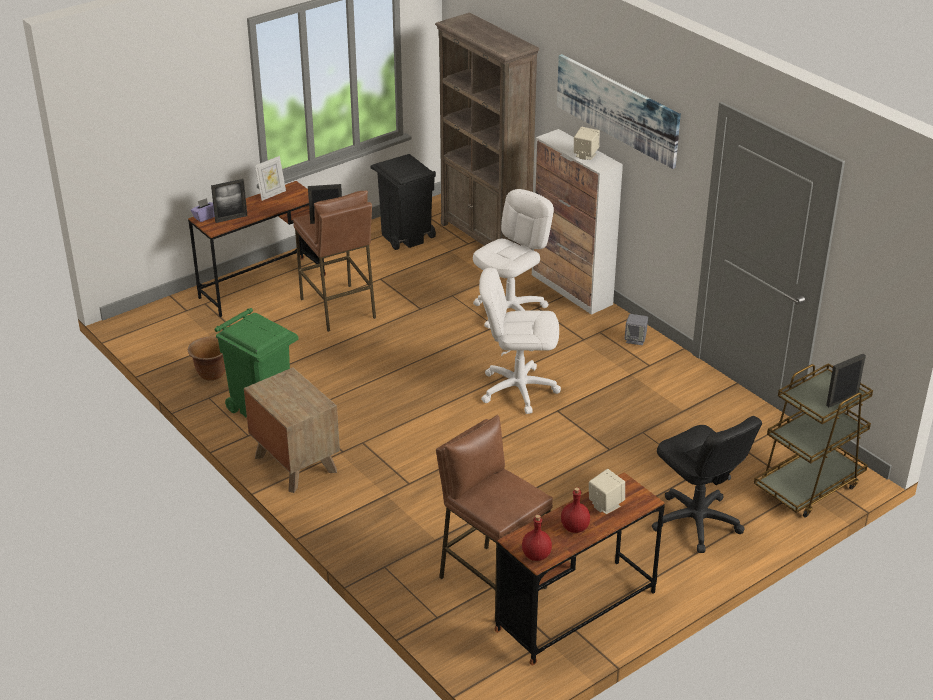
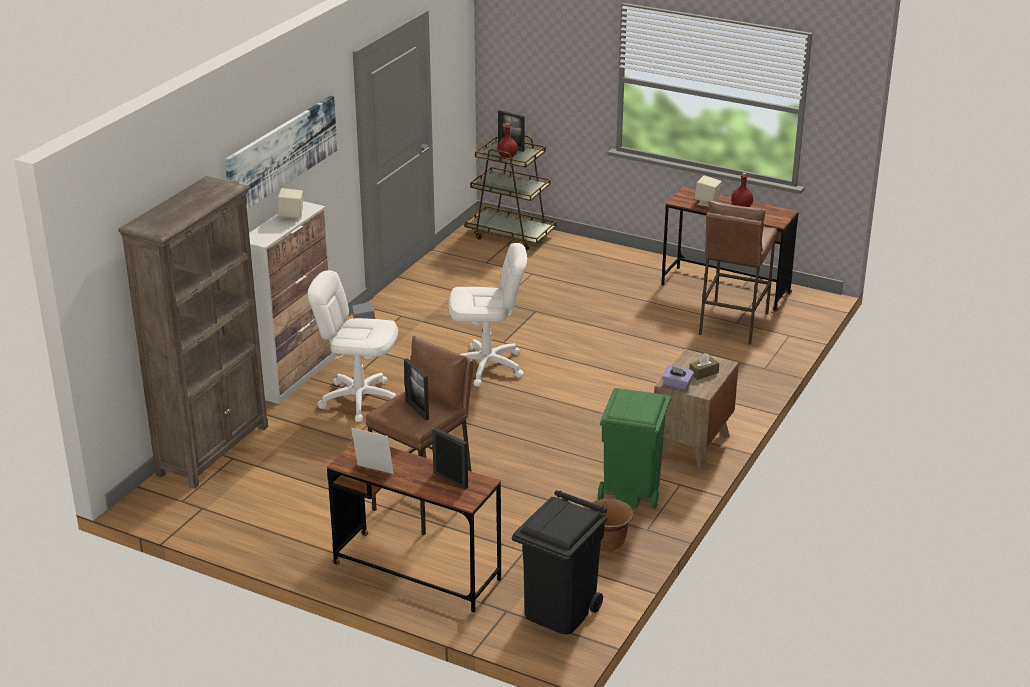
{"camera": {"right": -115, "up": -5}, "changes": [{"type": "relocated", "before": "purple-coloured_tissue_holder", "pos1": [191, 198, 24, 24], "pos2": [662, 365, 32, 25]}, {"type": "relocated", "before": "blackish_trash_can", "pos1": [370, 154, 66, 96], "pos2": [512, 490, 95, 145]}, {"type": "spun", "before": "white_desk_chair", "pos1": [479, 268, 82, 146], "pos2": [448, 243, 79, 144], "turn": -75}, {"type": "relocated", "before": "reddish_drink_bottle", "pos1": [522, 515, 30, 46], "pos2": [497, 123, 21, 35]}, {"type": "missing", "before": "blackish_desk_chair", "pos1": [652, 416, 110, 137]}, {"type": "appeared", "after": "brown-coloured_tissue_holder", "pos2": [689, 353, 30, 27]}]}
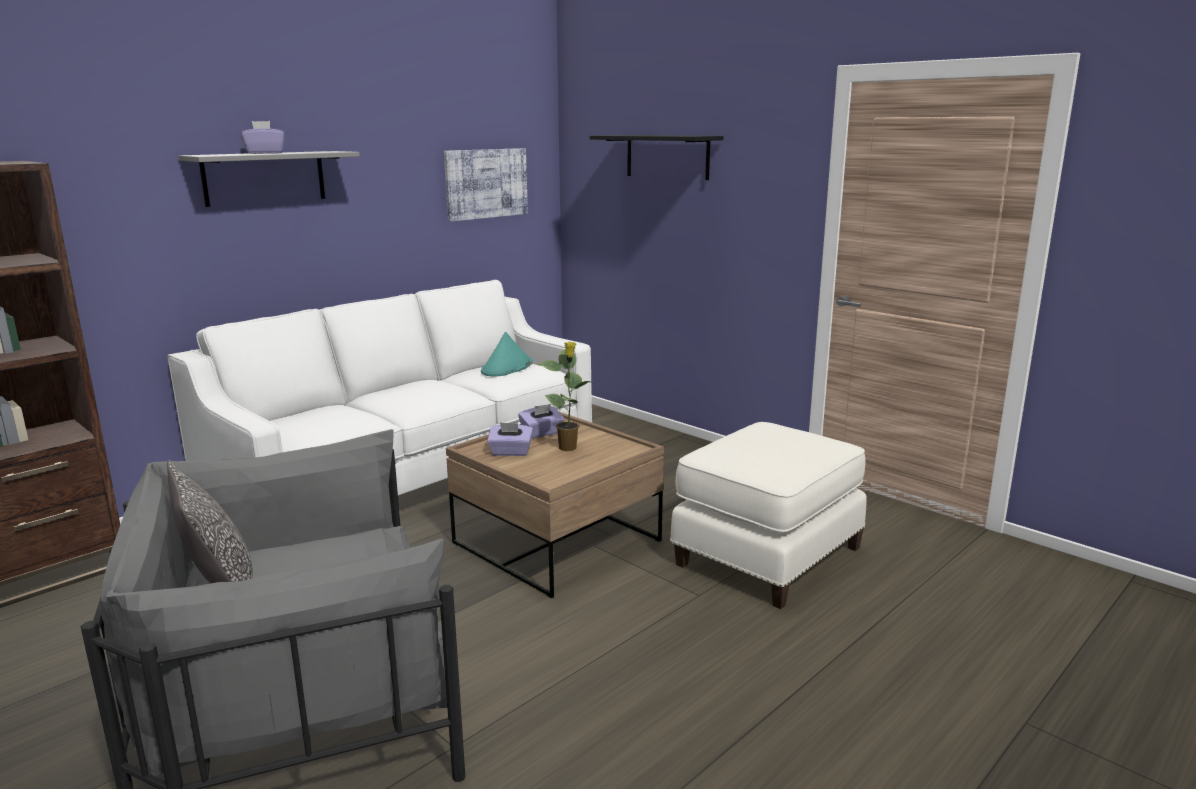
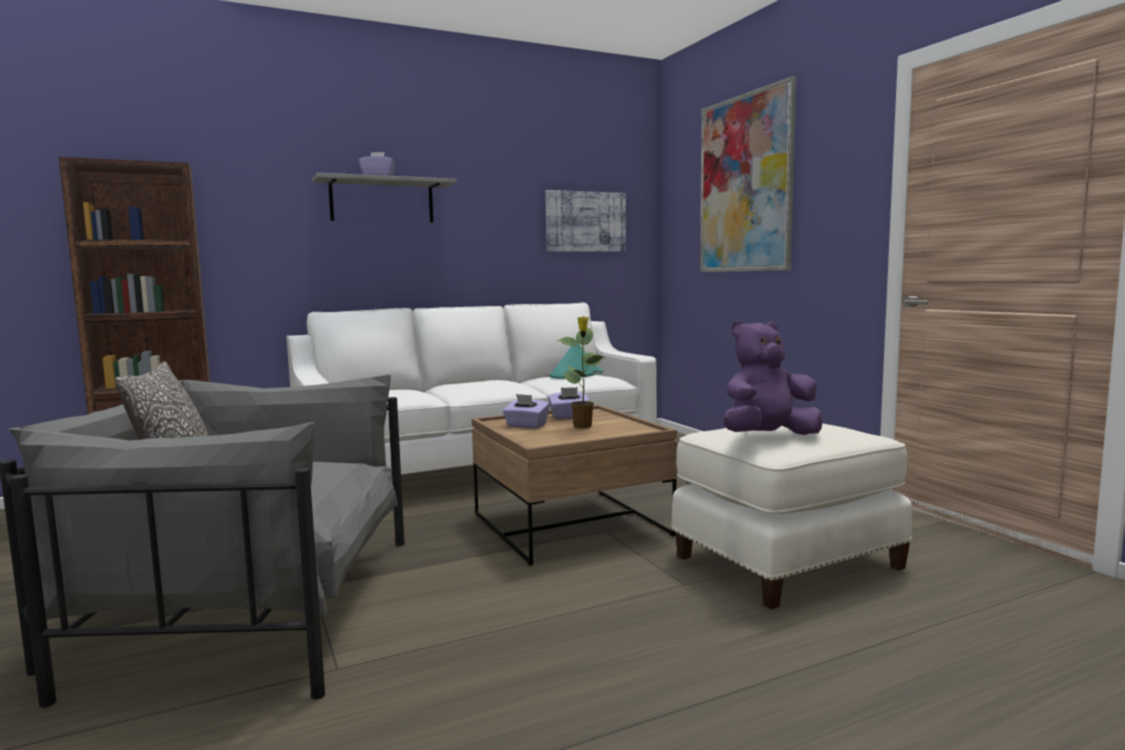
{"camera": {"right": 20, "up": -10}, "changes": [{"type": "exchanged", "before": "blackish_bracket_shelf", "after": "wall_art", "pos1": [590, 135, 133, 45], "pos2": [700, 76, 96, 196]}, {"type": "appeared", "after": "purple-coloured_soft_toy", "pos2": [723, 321, 100, 114]}]}
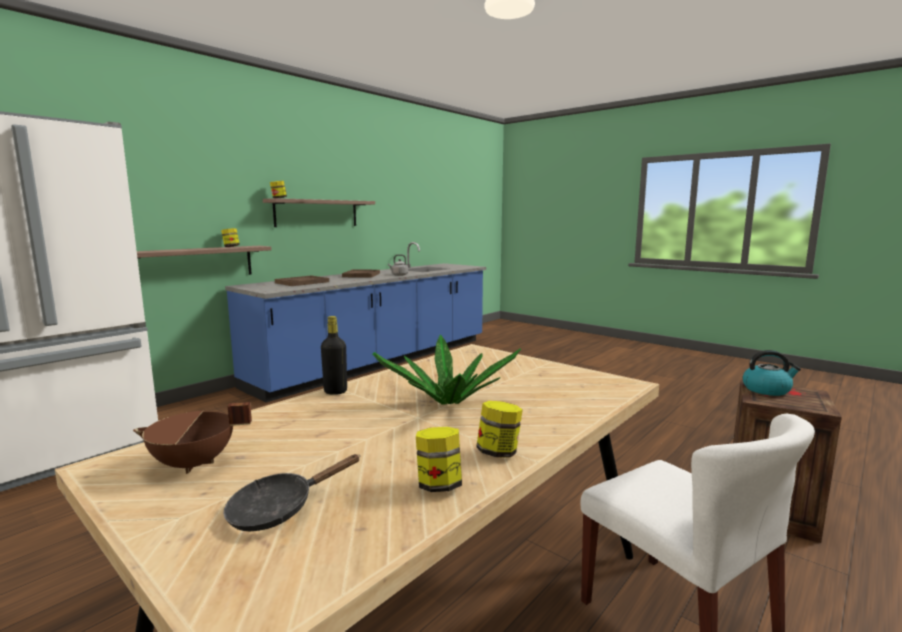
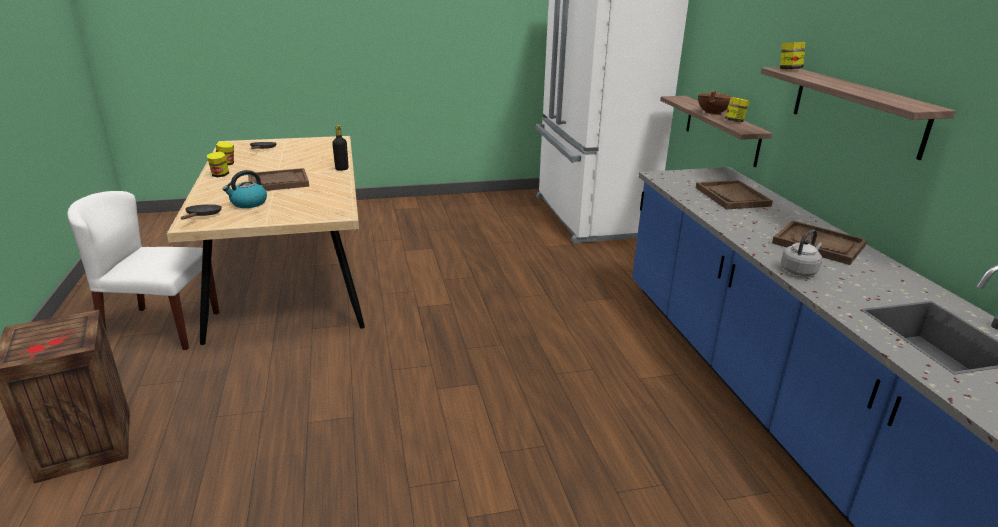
{"camera": {"right": 125, "up": 15}, "changes": [{"type": "relocated", "before": "brown-coloured_saucepot", "pos1": [133, 402, 119, 72], "pos2": [698, 91, 34, 25]}, {"type": "exchanged", "before": "houseplant", "after": "brown-coloured_serving_tray", "pos1": [373, 334, 148, 71], "pos2": [248, 168, 61, 23]}, {"type": "relocated", "before": "kettle", "pos1": [742, 350, 59, 46], "pos2": [223, 170, 44, 38]}, {"type": "appeared", "after": "blackish_frying_pan", "pos2": [181, 204, 41, 16]}]}
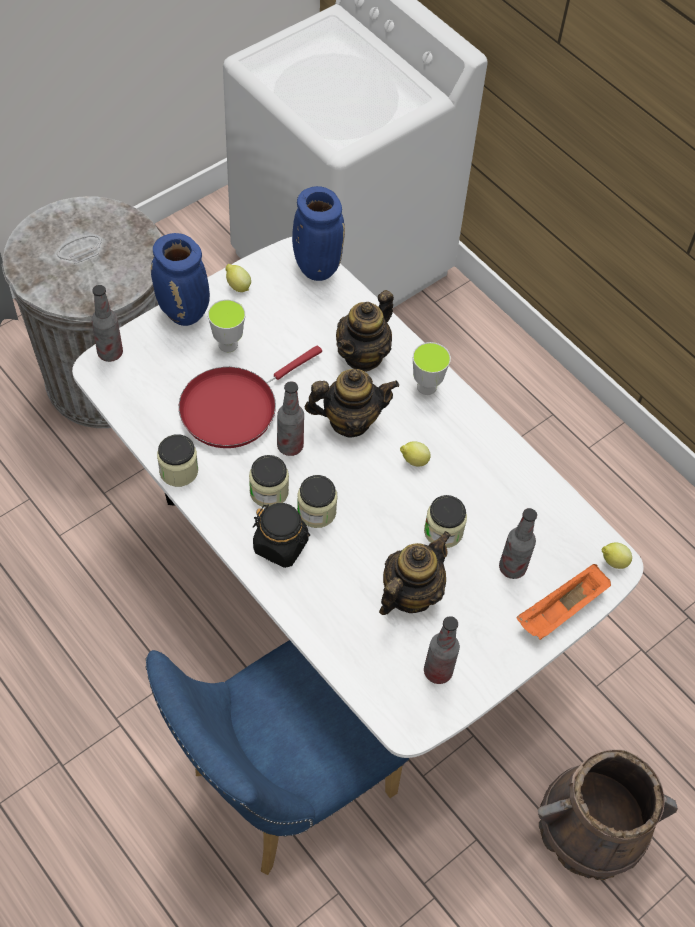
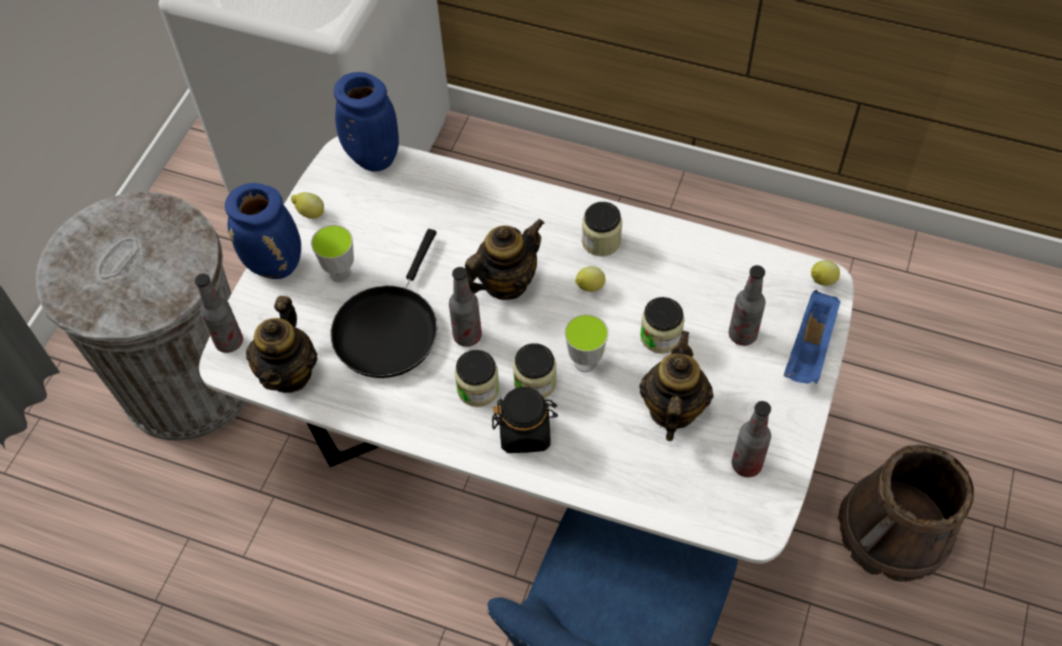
{"camera": {"right": -25, "up": 0}, "changes": [{"type": "relocated", "before": "storage_jar", "pos1": [157, 434, 41, 53], "pos2": [582, 202, 40, 54]}, {"type": "colour", "before": "reddish_frying_pan", "after": "blackish_frying_pan", "pos1": [179, 345, 143, 103], "pos2": [330, 229, 107, 149]}, {"type": "relocated", "before": "tea_pot", "pos1": [336, 290, 58, 82], "pos2": [246, 296, 71, 97]}, {"type": "relocated", "before": "small_cup", "pos1": [413, 342, 38, 53], "pos2": [564, 314, 45, 58]}, {"type": "colour", "before": "orange-coloured_serving_tray", "after": "blue_serving_tray", "pos1": [517, 564, 94, 76], "pos2": [784, 290, 57, 94]}]}
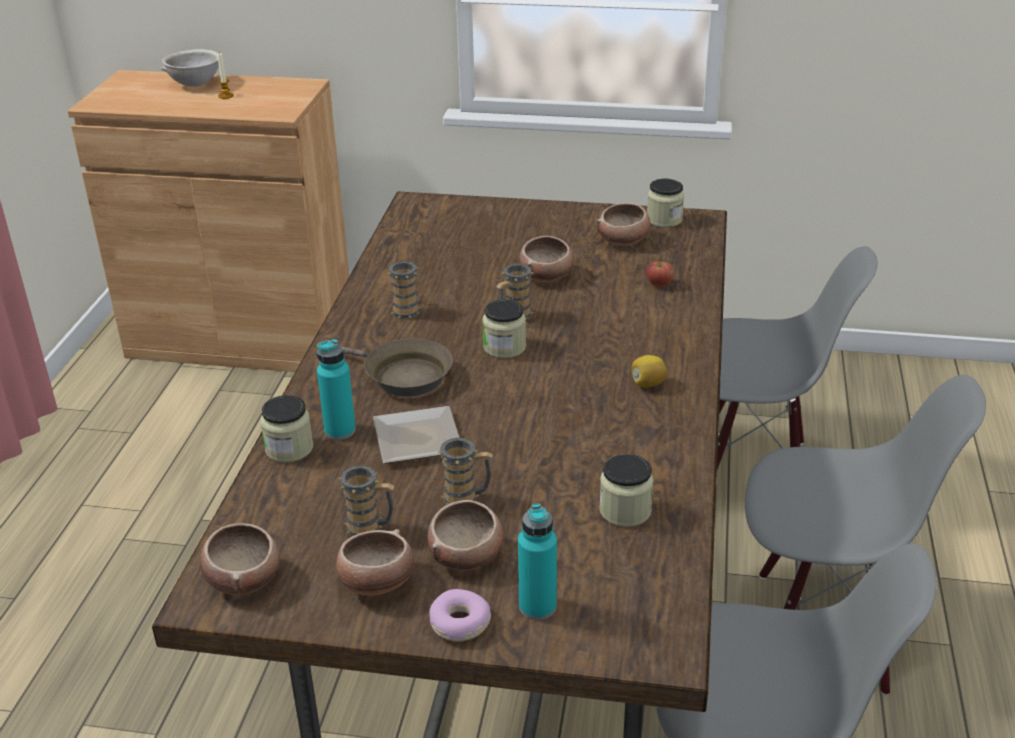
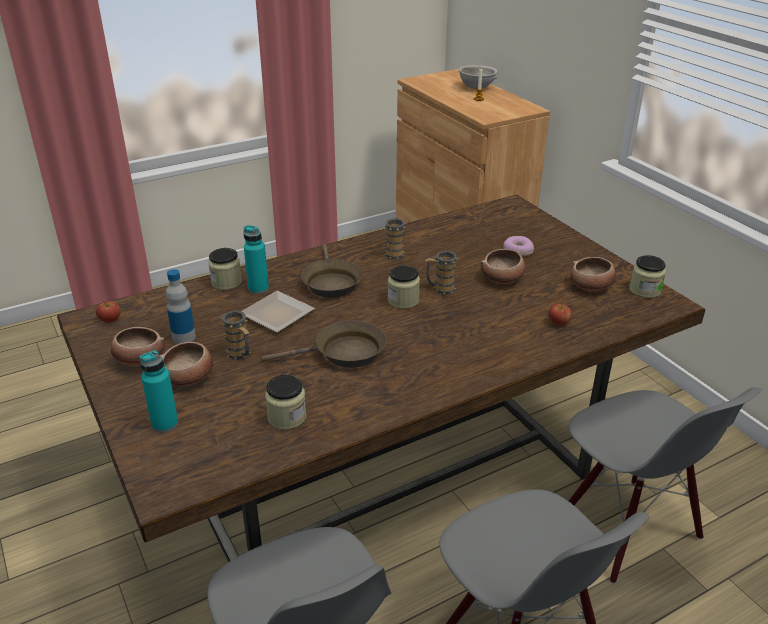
{"camera": {"right": 50, "up": 0}, "changes": [{"type": "exchanged", "before": "bowl", "after": "whole_apple", "pos1": [200, 523, 80, 72], "pos2": [96, 301, 25, 22]}, {"type": "exchanged", "before": "coffee_mug", "after": "drink_bottle", "pos1": [338, 465, 56, 71], "pos2": [166, 269, 30, 75]}, {"type": "relocated", "before": "donut", "pos1": [429, 589, 62, 52], "pos2": [503, 236, 31, 20]}, {"type": "missing", "before": "whole_lemon", "pos1": [632, 355, 35, 32]}, {"type": "appeared", "after": "brown-coloured_frying_pan", "pos2": [262, 320, 124, 48]}]}
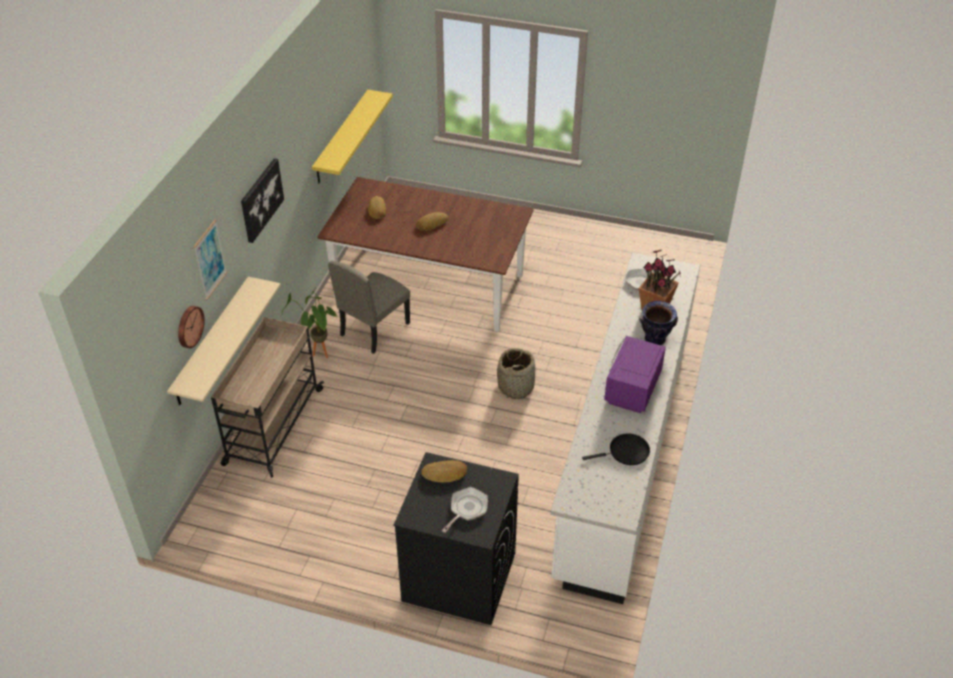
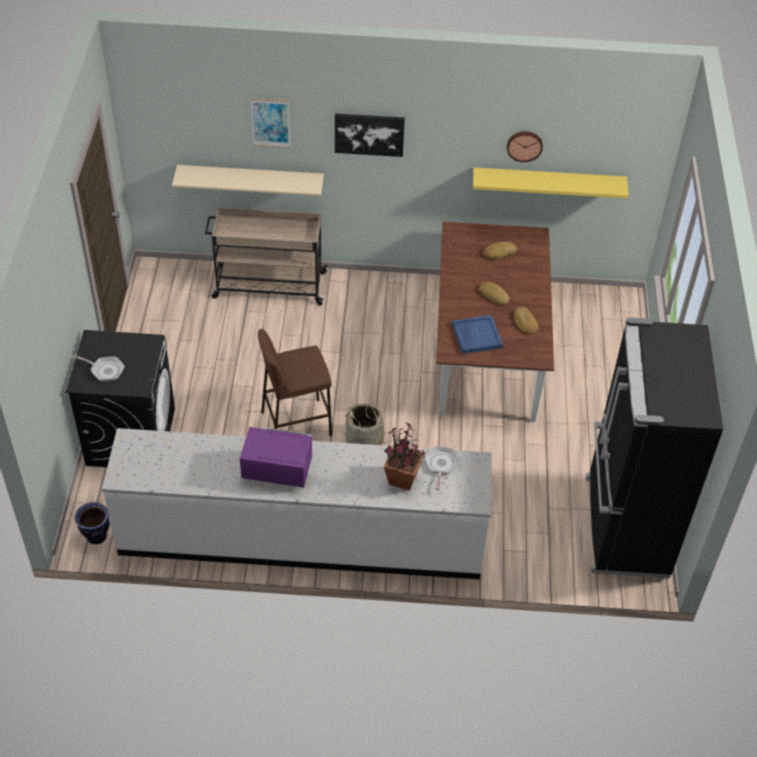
{"camera": {"right": 75, "up": 5}, "changes": [{"type": "relocated", "before": "wall_clock", "pos1": [178, 306, 27, 42], "pos2": [507, 131, 36, 31]}, {"type": "missing", "before": "houseplant", "pos1": [282, 289, 55, 69]}, {"type": "missing", "before": "sand-coloured_upright_chair", "pos1": [328, 261, 82, 93]}, {"type": "relocated", "before": "bakery_bread", "pos1": [421, 460, 46, 22], "pos2": [514, 307, 25, 27]}, {"type": "missing", "before": "blackish_frying_pan", "pos1": [582, 434, 68, 31]}, {"type": "relocated", "before": "decorative_vase", "pos1": [639, 301, 39, 44], "pos2": [75, 502, 34, 42]}, {"type": "appeared", "after": "brown-coloured_stool_seat", "pos2": [258, 329, 74, 107]}, {"type": "appeared", "after": "blue_serving_tray", "pos2": [452, 315, 51, 39]}, {"type": "appeared", "after": "blackish_fridge", "pos2": [586, 317, 137, 261]}]}
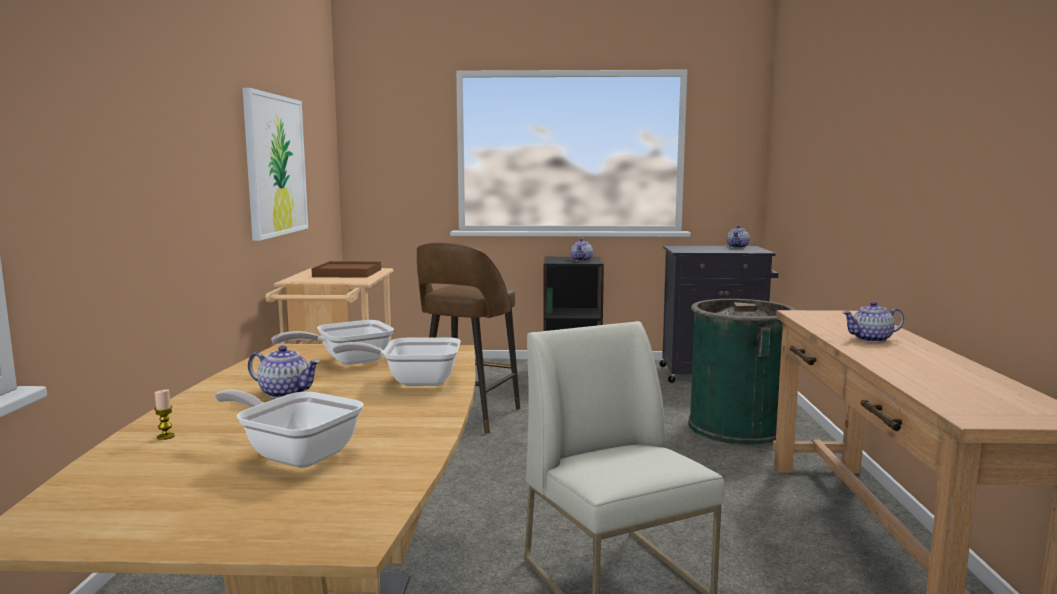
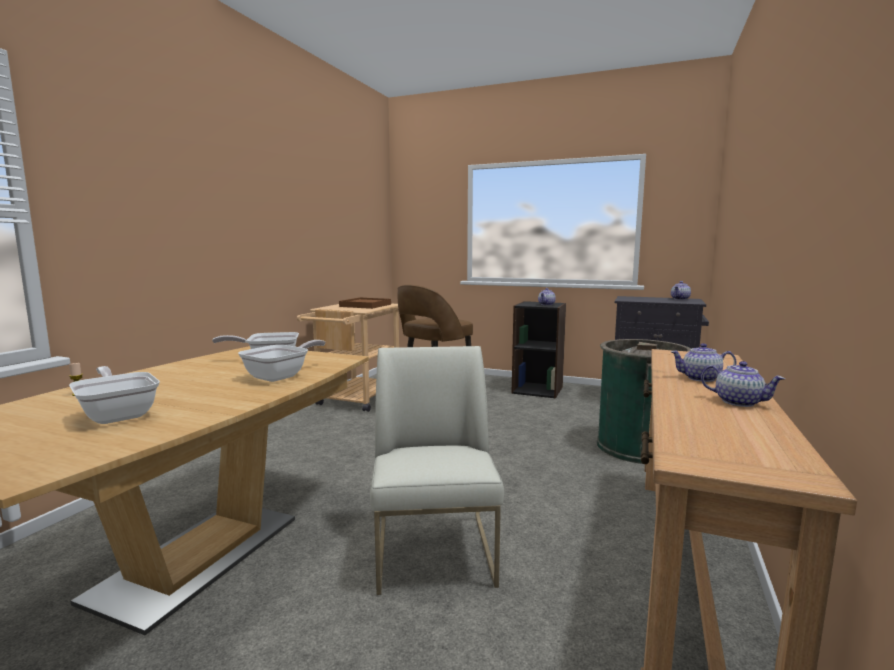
{"camera": {"right": 20, "up": 0}, "changes": [{"type": "missing", "before": "wall_art", "pos1": [242, 88, 66, 153]}, {"type": "relocated", "before": "tea_pot", "pos1": [248, 345, 72, 53], "pos2": [701, 361, 84, 46]}, {"type": "spun", "before": "frying_pan", "pos1": [332, 337, 129, 49], "pos2": [238, 340, 87, 42], "turn": 105}]}
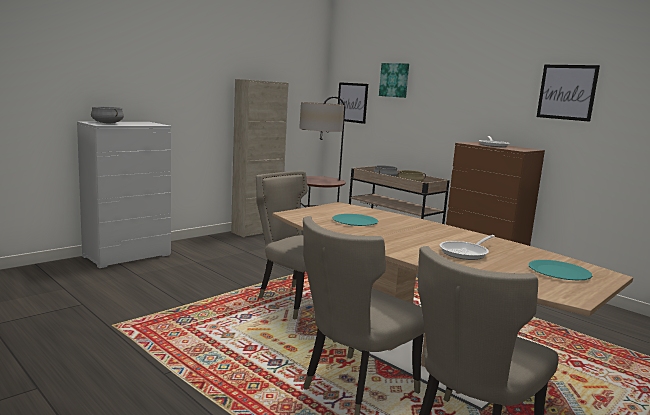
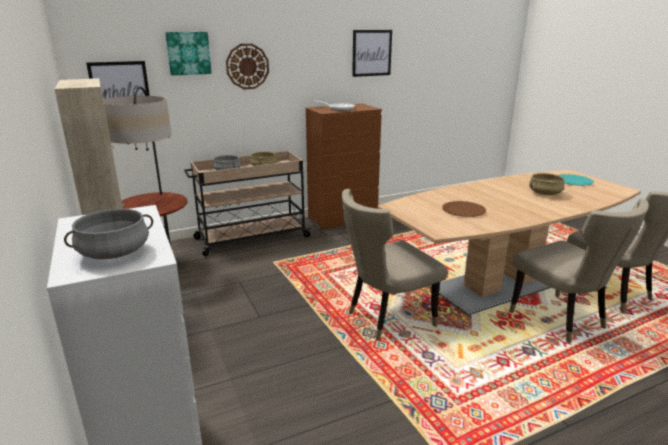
{"camera": {"right": -70, "up": 10}, "changes": [{"type": "colour", "before": "turquoise-coloured_plate", "after": "brown-coloured_plate", "pos1": [332, 214, 46, 12], "pos2": [442, 201, 44, 16]}, {"type": "exchanged", "before": "frying_pan", "after": "sand-coloured_saucepot", "pos1": [440, 235, 55, 25], "pos2": [529, 173, 36, 22]}, {"type": "appeared", "after": "wall_clock", "pos2": [226, 44, 43, 45]}]}
